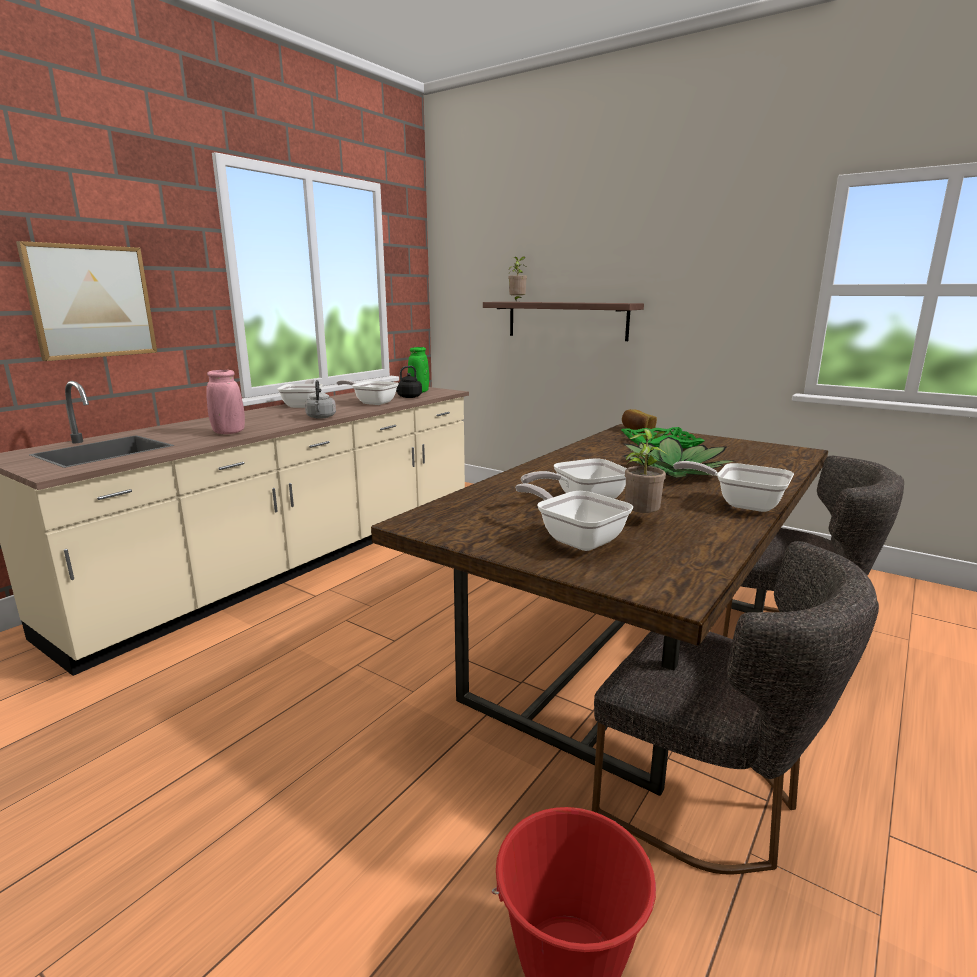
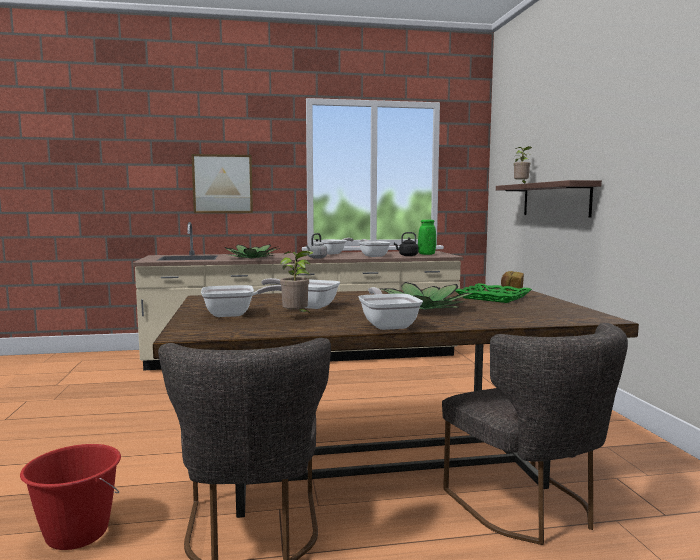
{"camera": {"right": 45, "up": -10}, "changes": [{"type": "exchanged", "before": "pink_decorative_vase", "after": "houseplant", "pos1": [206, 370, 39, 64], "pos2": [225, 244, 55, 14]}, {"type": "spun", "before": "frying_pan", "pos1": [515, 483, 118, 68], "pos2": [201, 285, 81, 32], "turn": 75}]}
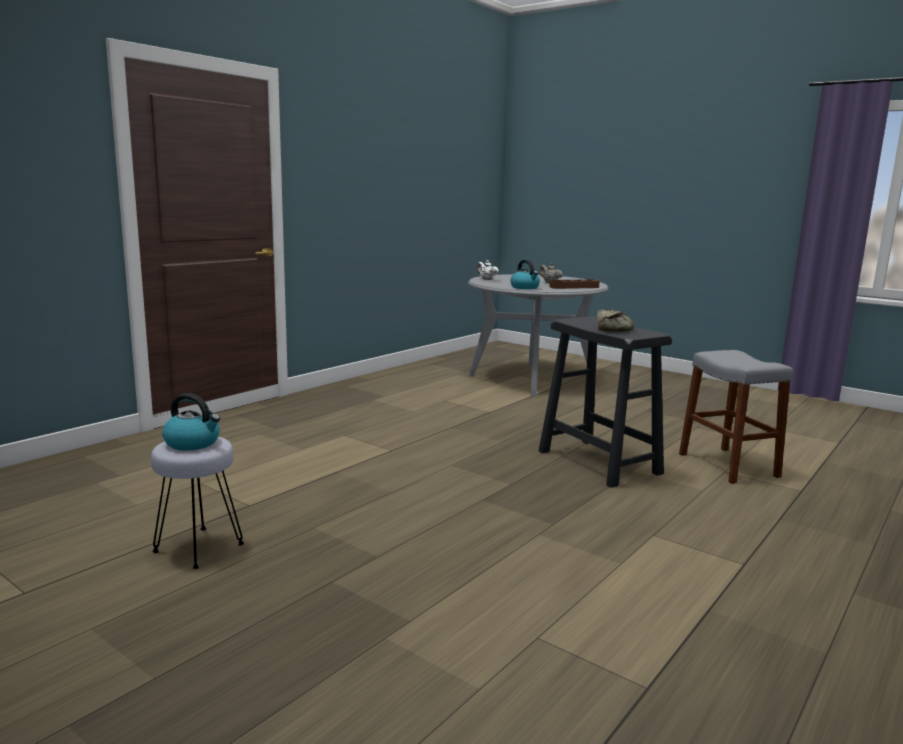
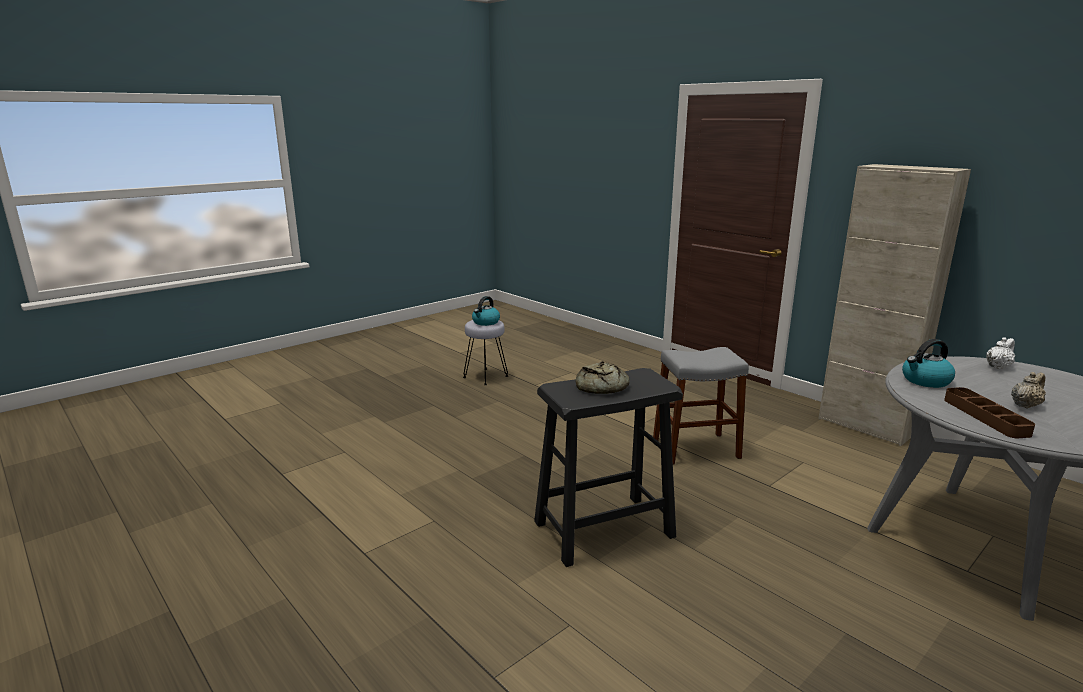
{"camera": {"right": 100, "up": 5}, "changes": [{"type": "relocated", "before": "grey_stool_seat", "pos1": [679, 350, 114, 134], "pos2": [653, 347, 96, 118]}, {"type": "appeared", "after": "sand-coloured_cabinet", "pos2": [818, 164, 153, 282]}]}
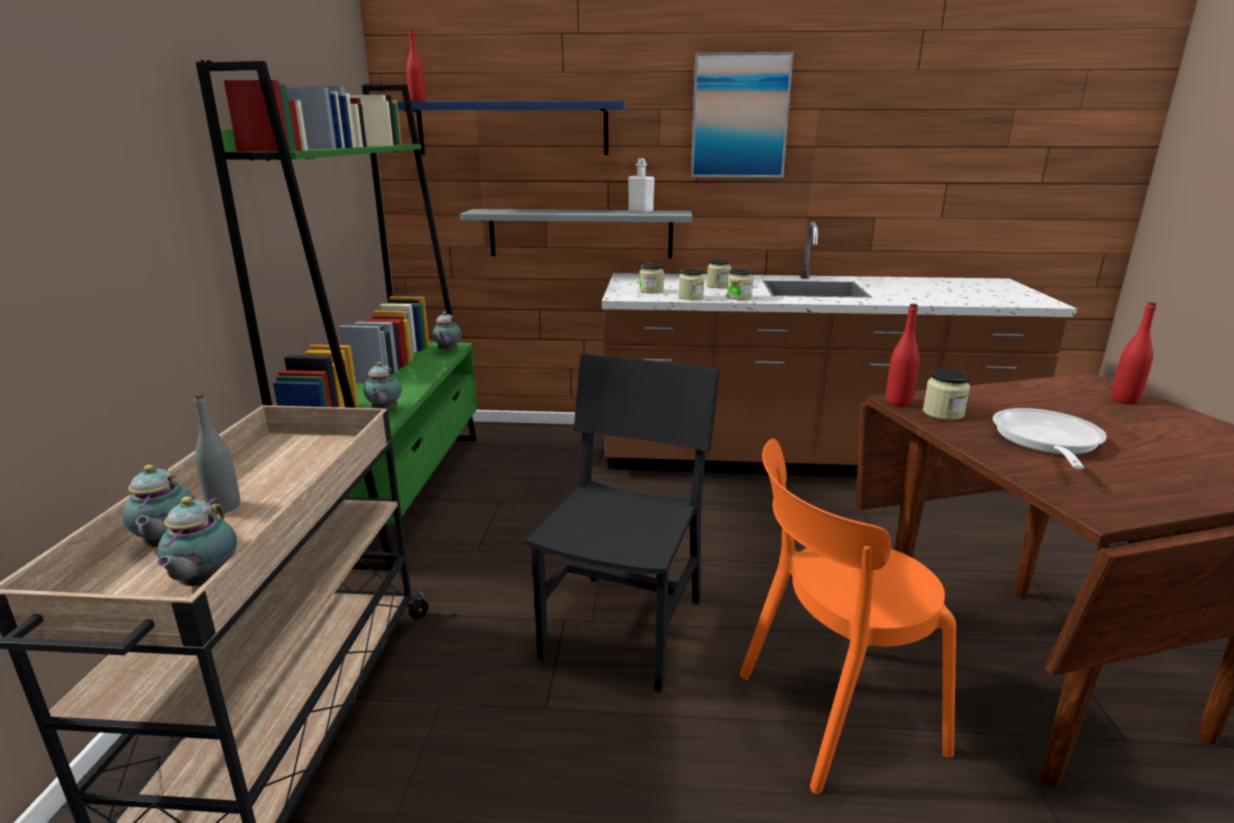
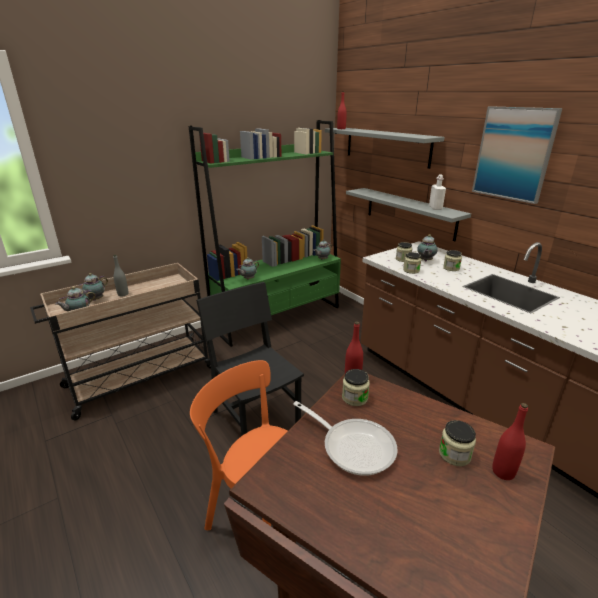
{"camera": {"right": 50, "up": 5}, "changes": [{"type": "colour", "before": "blue_bracket_shelf", "after": "grey_bracket_shelf", "pos1": [397, 101, 230, 54], "pos2": [325, 128, 120, 41]}, {"type": "spun", "before": "blackish_upright_chair", "pos1": [525, 354, 195, 338], "pos2": [196, 282, 108, 154], "turn": -105}, {"type": "relocated", "before": "storage_jar", "pos1": [727, 269, 26, 31], "pos2": [439, 420, 37, 46]}, {"type": "spun", "before": "frying_pan", "pos1": [993, 408, 114, 61], "pos2": [293, 401, 104, 75], "turn": 60}, {"type": "appeared", "after": "tea_pot", "pos2": [417, 235, 21, 27]}]}
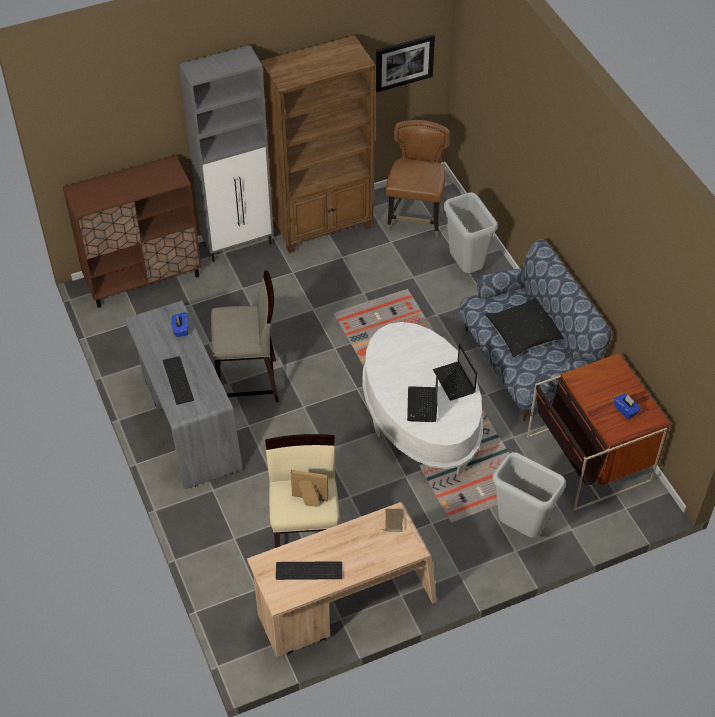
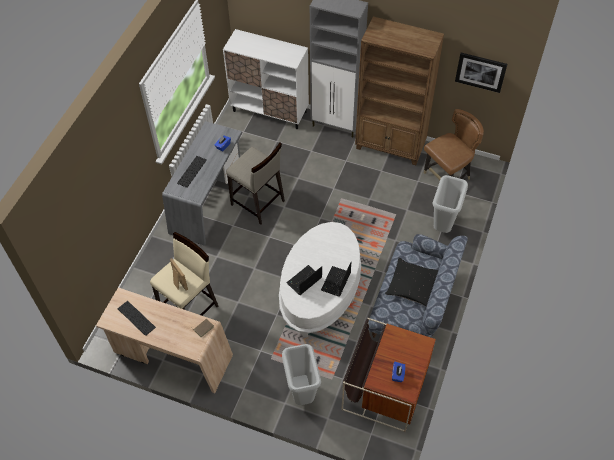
{"camera": {"right": 45, "up": 5}, "changes": [{"type": "colour", "before": "brown-coloured_cabinet", "after": "white_cabinet", "pos1": [63, 155, 138, 153], "pos2": [223, 29, 86, 100]}]}
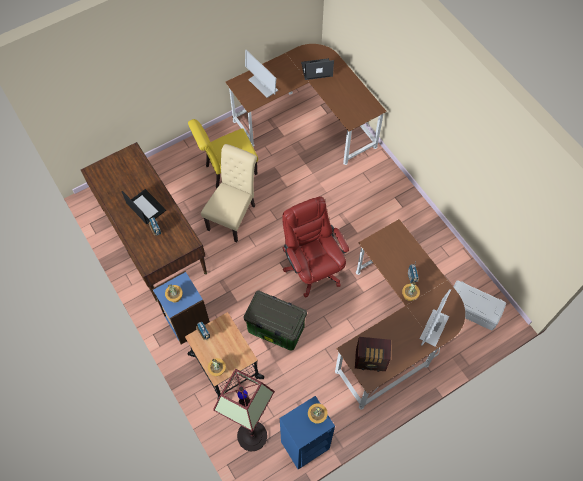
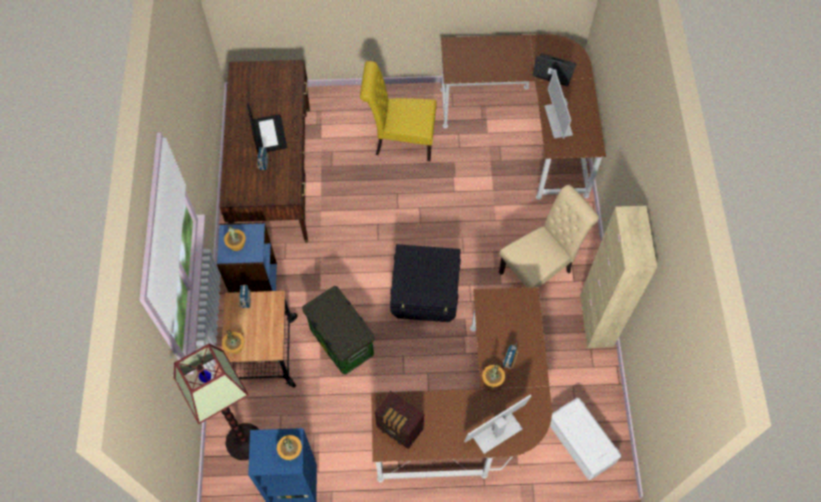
{"camera": {"right": 30, "up": 0}, "changes": [{"type": "relocated", "before": "sand-coloured_upright_chair", "pos1": [201, 144, 56, 99], "pos2": [499, 185, 100, 102]}, {"type": "relocated", "before": "monitor", "pos1": [245, 50, 33, 48], "pos2": [544, 69, 29, 70]}, {"type": "exchanged", "before": "reddish_desk_chair", "after": "blackish_storage_container", "pos1": [282, 196, 67, 101], "pos2": [390, 244, 71, 78]}, {"type": "appeared", "after": "sand-coloured_cabinet", "pos2": [580, 206, 77, 142]}]}
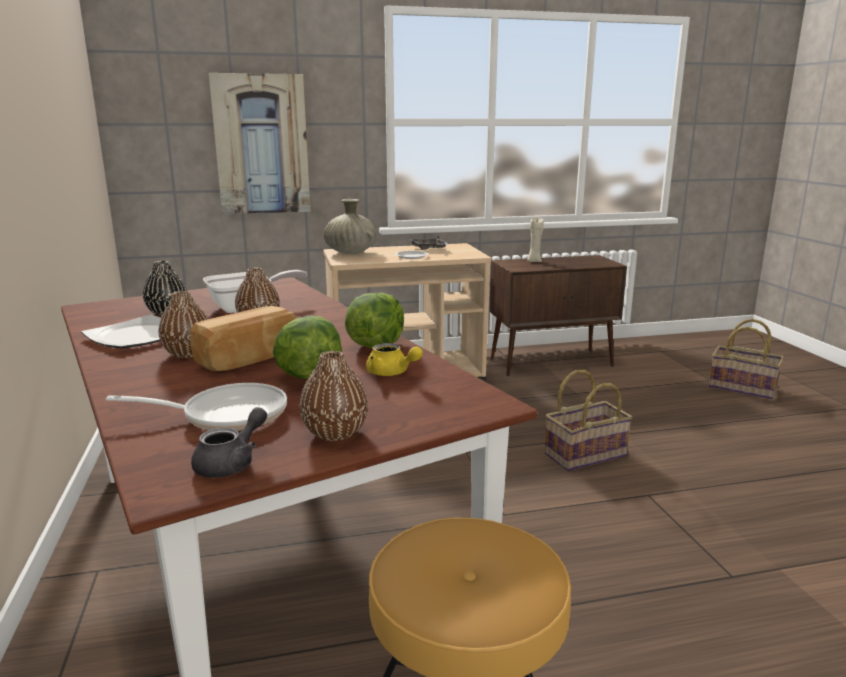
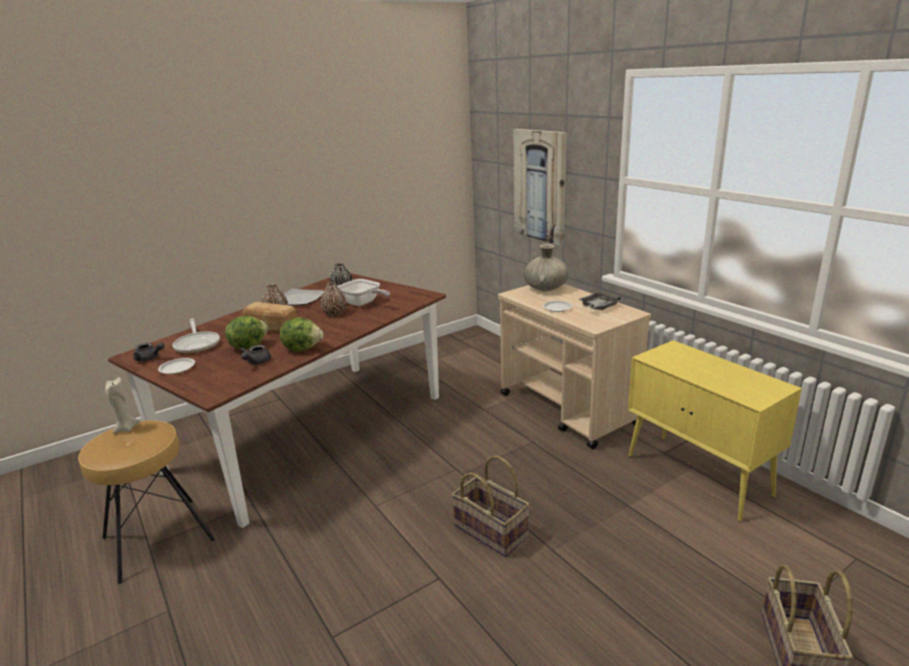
{"camera": {"right": 70, "up": 5}, "changes": [{"type": "exchanged", "before": "brown-coloured_decorative_vase", "after": "white_plate", "pos1": [300, 351, 68, 90], "pos2": [158, 358, 37, 16]}, {"type": "colour", "before": "yellowish_tea_pot", "after": "grey_tea_pot", "pos1": [366, 343, 57, 33], "pos2": [240, 345, 31, 19]}, {"type": "colour", "before": "brown-coloured_cabinet", "after": "yellowish_cabinet", "pos1": [489, 255, 138, 121], "pos2": [628, 340, 174, 182]}, {"type": "relocated", "before": "sand-coloured_wax_candle", "pos1": [527, 217, 17, 45], "pos2": [105, 377, 35, 56]}]}
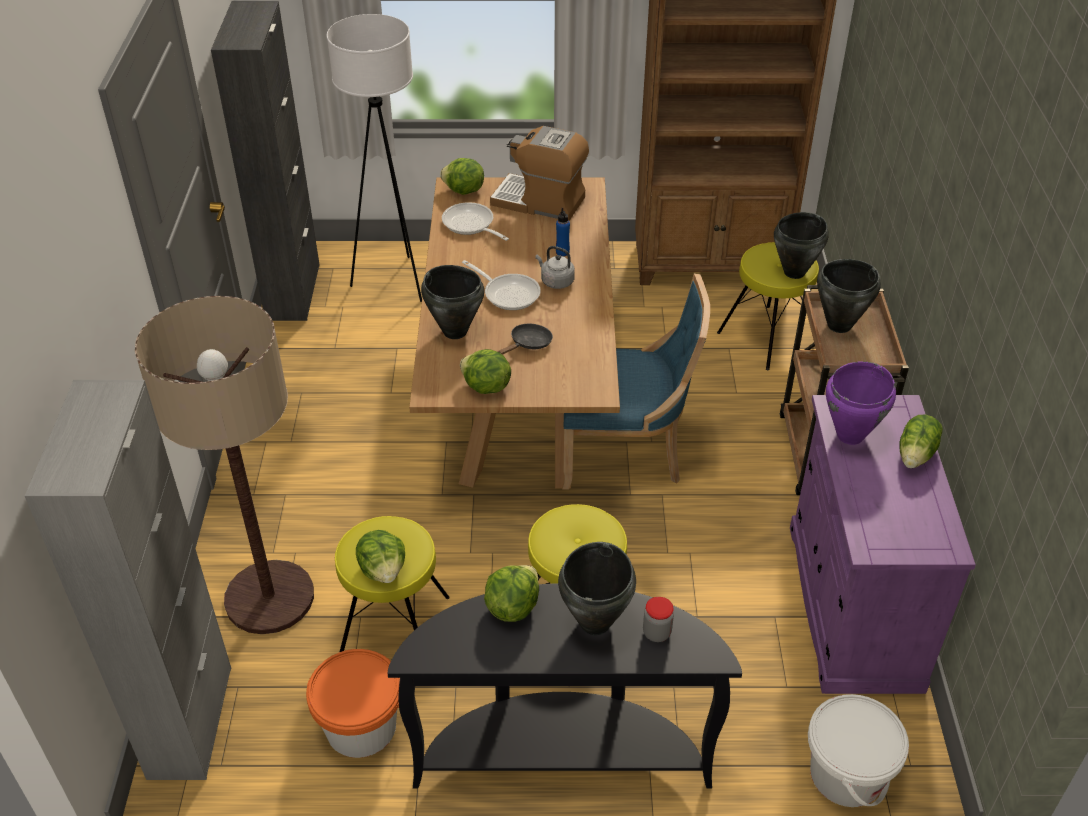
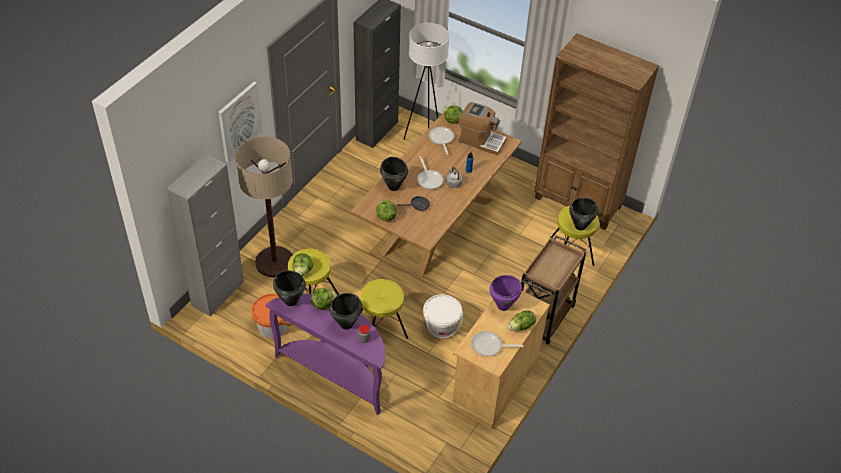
{"camera": {"right": 30, "up": 5}, "changes": [{"type": "colour", "before": "blackish_narrow_table", "after": "purple-coloured_narrow_table", "pos1": [387, 583, 355, 206], "pos2": [266, 294, 119, 121]}, {"type": "spun", "before": "coffee_machine", "pos1": [490, 126, 99, 95], "pos2": [458, 102, 49, 53], "turn": 150}, {"type": "missing", "before": "blue_upright_chair", "pos1": [562, 274, 148, 216]}, {"type": "colour", "before": "purple-coloured_cabinet", "after": "sand-coloured_cabinet", "pos1": [790, 395, 186, 299], "pos2": [450, 291, 100, 139]}, {"type": "relocated", "before": "white_bucket", "pos1": [808, 694, 101, 113], "pos2": [423, 294, 40, 45]}, {"type": "relocated", "before": "blackish_saucepot", "pos1": [817, 259, 64, 74], "pos2": [273, 270, 33, 36]}, {"type": "appeared", "after": "wall_art", "pos2": [218, 81, 44, 82]}, {"type": "appeared", "after": "frying_pan", "pos2": [471, 331, 52, 25]}]}
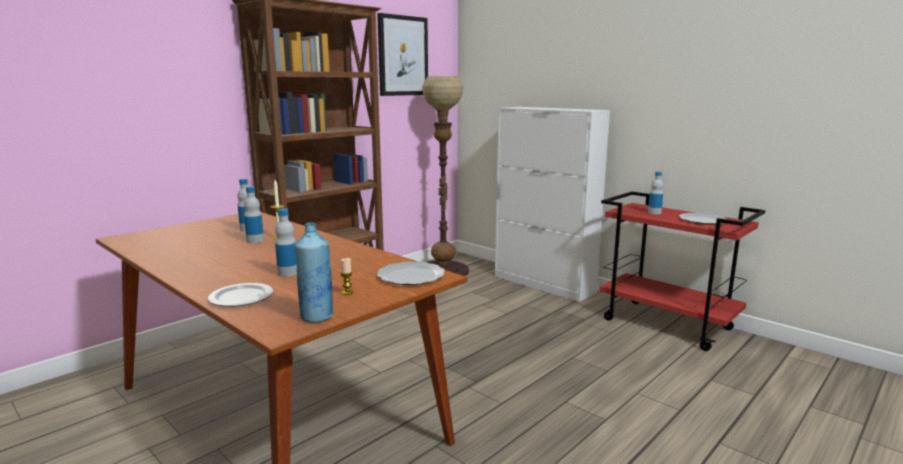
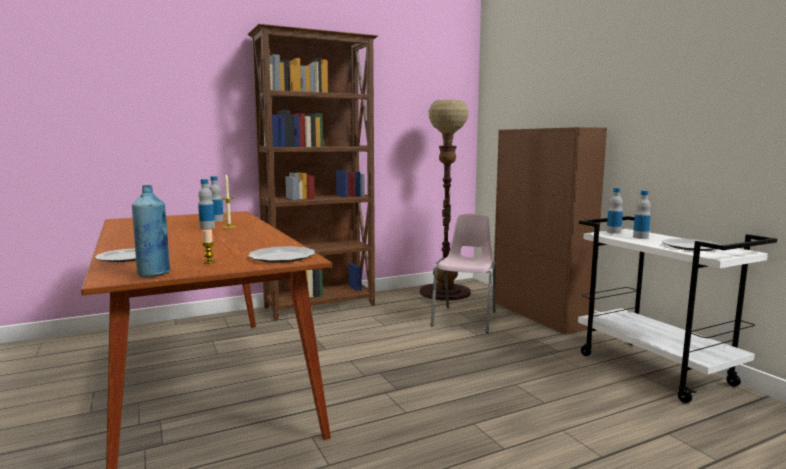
{"camera": {"right": 20, "up": -5}, "changes": [{"type": "relocated", "before": "drink_bottle", "pos1": [275, 208, 22, 69], "pos2": [607, 188, 16, 46]}, {"type": "missing", "before": "wall_art", "pos1": [377, 13, 51, 83]}, {"type": "colour", "before": "white_cabinet", "after": "brown-coloured_cabinet", "pos1": [495, 107, 115, 195], "pos2": [494, 127, 113, 208]}, {"type": "colour", "before": "reddish_wheeled_cart", "after": "white_wheeled_cart", "pos1": [599, 191, 167, 160], "pos2": [578, 216, 199, 187]}, {"type": "appeared", "after": "pink_upright_chair", "pos2": [430, 213, 66, 120]}]}
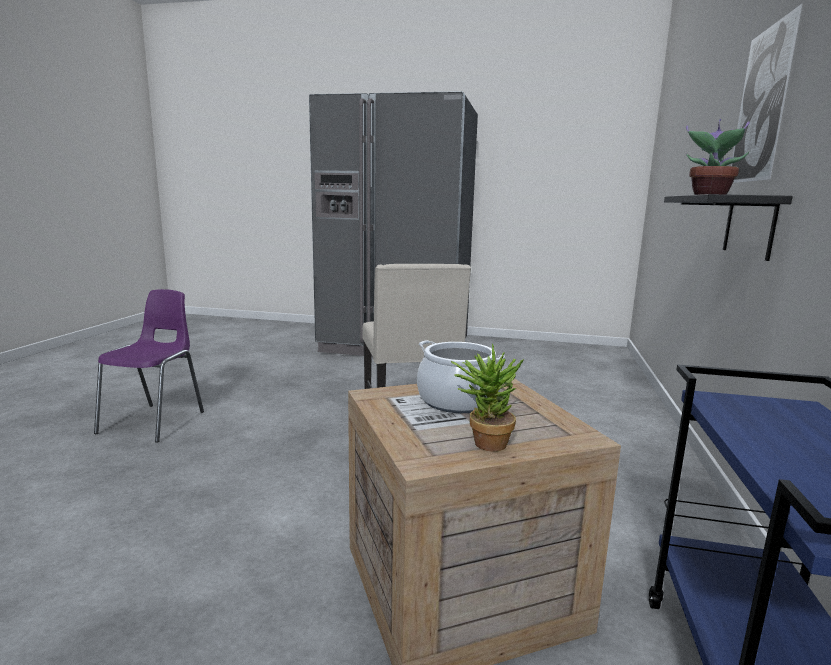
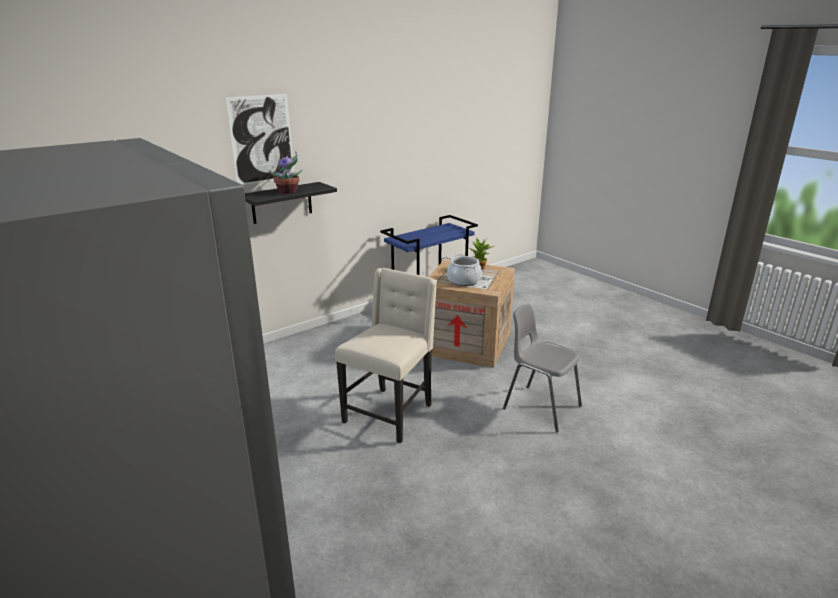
{"camera": {"right": -140, "up": 10}, "changes": [{"type": "missing", "before": "purple-coloured_upright_chair", "pos1": [94, 289, 110, 154]}, {"type": "appeared", "after": "grey_upright_chair", "pos2": [503, 303, 79, 129]}]}
